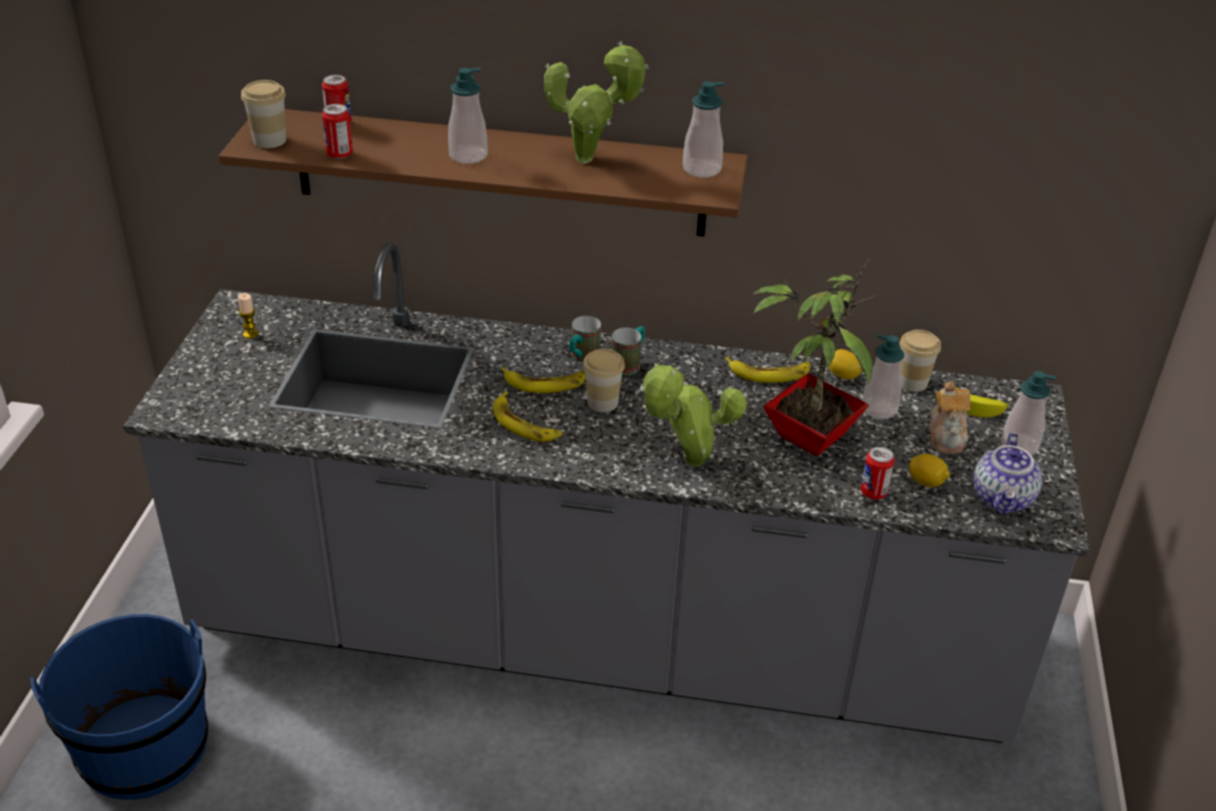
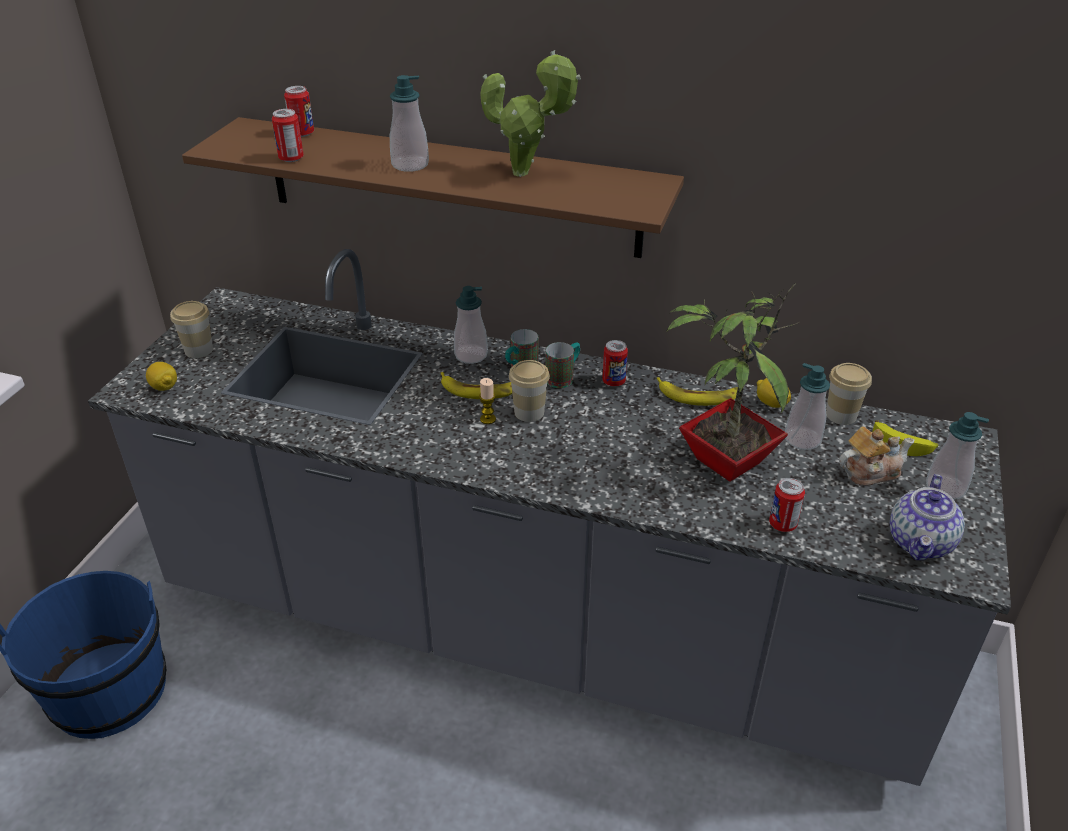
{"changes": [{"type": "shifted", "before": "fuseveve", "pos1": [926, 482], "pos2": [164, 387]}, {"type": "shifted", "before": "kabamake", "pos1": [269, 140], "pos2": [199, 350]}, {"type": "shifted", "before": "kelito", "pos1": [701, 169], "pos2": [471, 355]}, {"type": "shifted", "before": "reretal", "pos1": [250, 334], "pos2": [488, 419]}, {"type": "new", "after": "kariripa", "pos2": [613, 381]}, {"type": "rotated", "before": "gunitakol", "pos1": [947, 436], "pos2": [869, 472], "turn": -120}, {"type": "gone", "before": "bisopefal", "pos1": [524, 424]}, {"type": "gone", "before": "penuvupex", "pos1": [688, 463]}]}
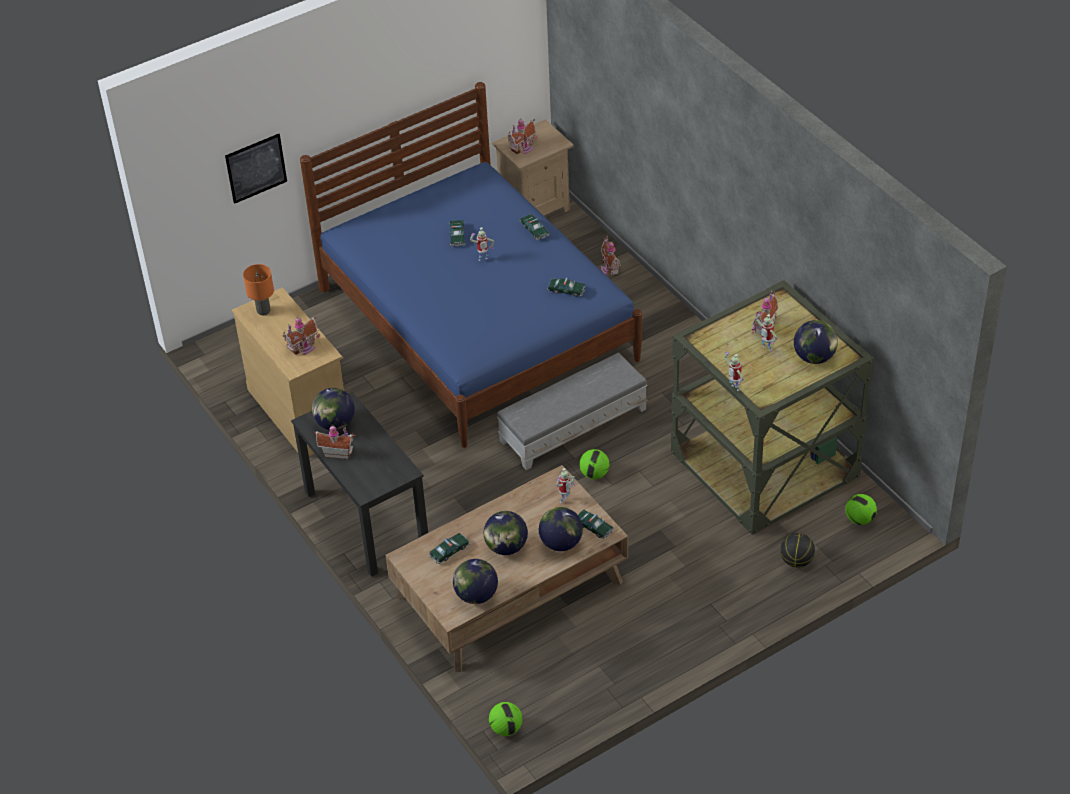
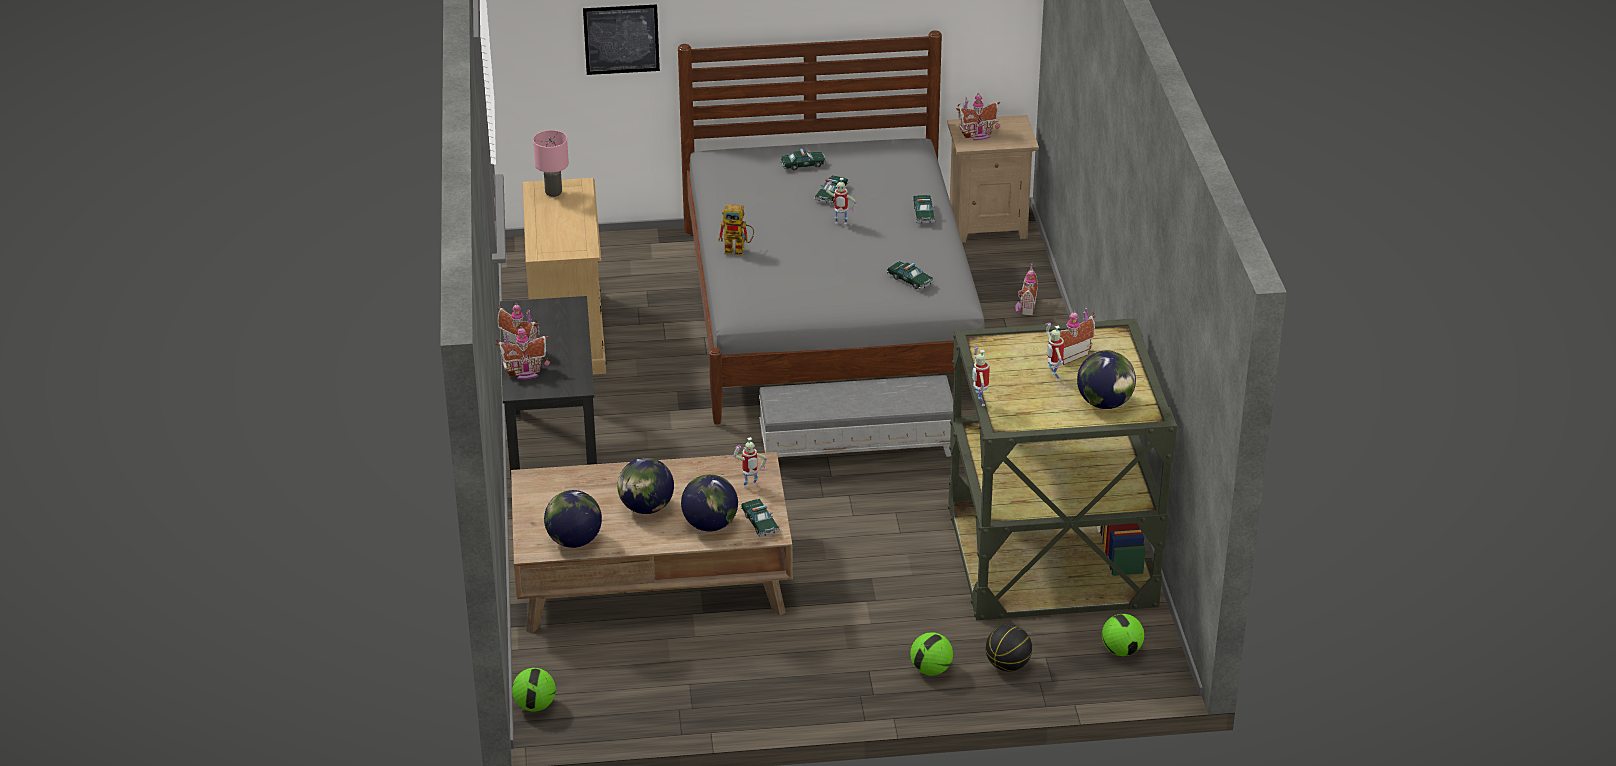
{"changes": [{"type": "shifted", "before": "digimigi", "pos1": [304, 348], "pos2": [525, 372]}, {"type": "repainted", "before": "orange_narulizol", "after": "pink_narulizol", "pos1": [264, 312], "pos2": [553, 193]}, {"type": "repainted", "before": "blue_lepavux", "after": "grey_lepavux", "pos1": [477, 324], "pos2": [829, 314]}, {"type": "new", "after": "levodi", "pos2": [739, 250]}, {"type": "shifted", "before": "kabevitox", "pos1": [449, 551], "pos2": [803, 165]}, {"type": "shifted", "before": "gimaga", "pos1": [594, 474], "pos2": [931, 670]}, {"type": "gone", "before": "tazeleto", "pos1": [335, 423]}]}
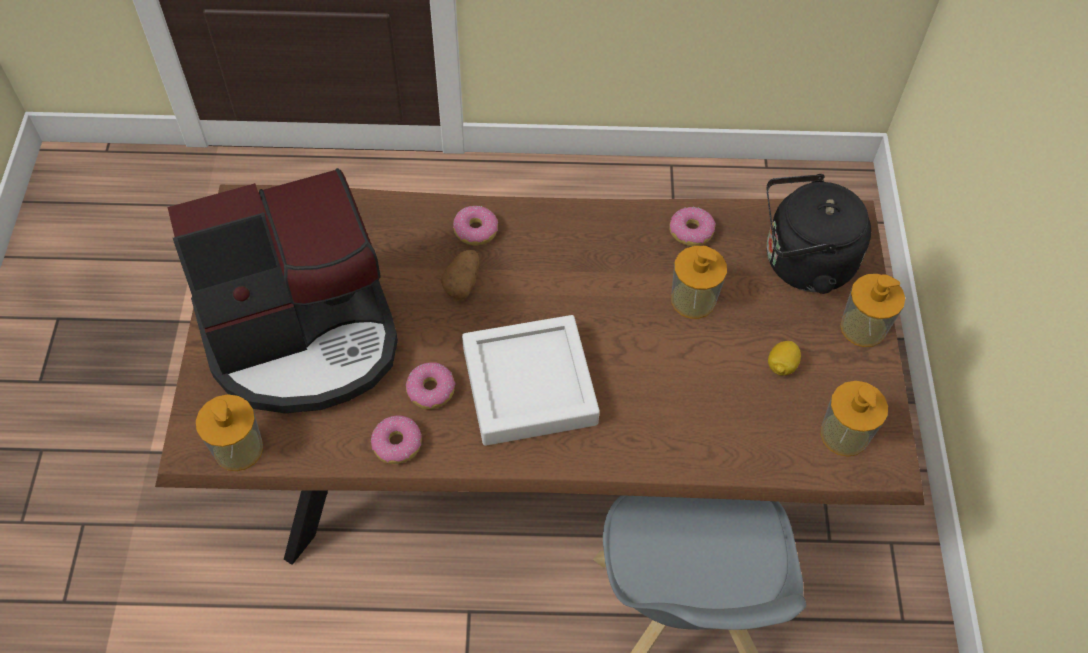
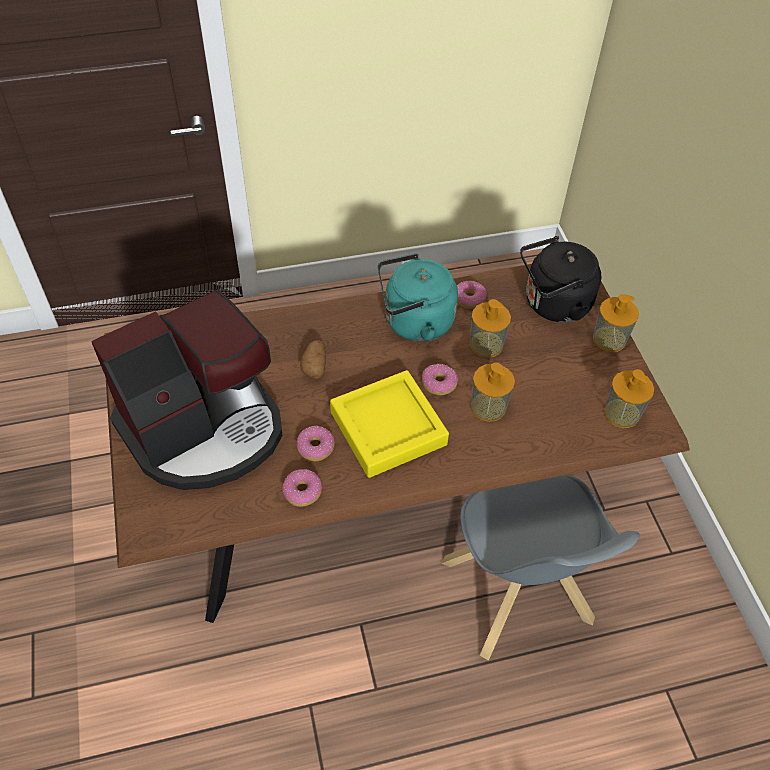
{"changes": [{"type": "repainted", "before": "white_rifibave", "after": "yellow_rifibave", "pos1": [529, 386], "pos2": [388, 428]}, {"type": "new", "after": "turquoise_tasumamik", "pos2": [414, 322]}, {"type": "shifted", "before": "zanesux", "pos1": [476, 230], "pos2": [439, 383]}, {"type": "shifted", "before": "kelito", "pos1": [238, 448], "pos2": [488, 407]}, {"type": "gone", "before": "fuseveve", "pos1": [781, 366]}]}
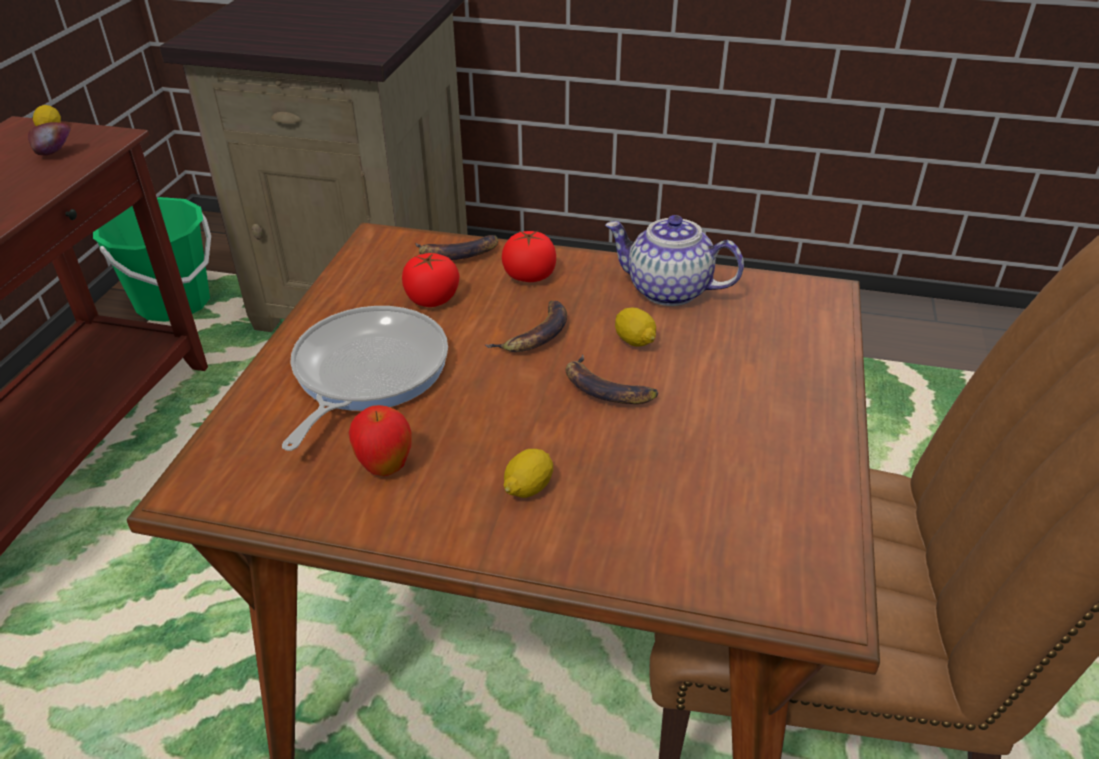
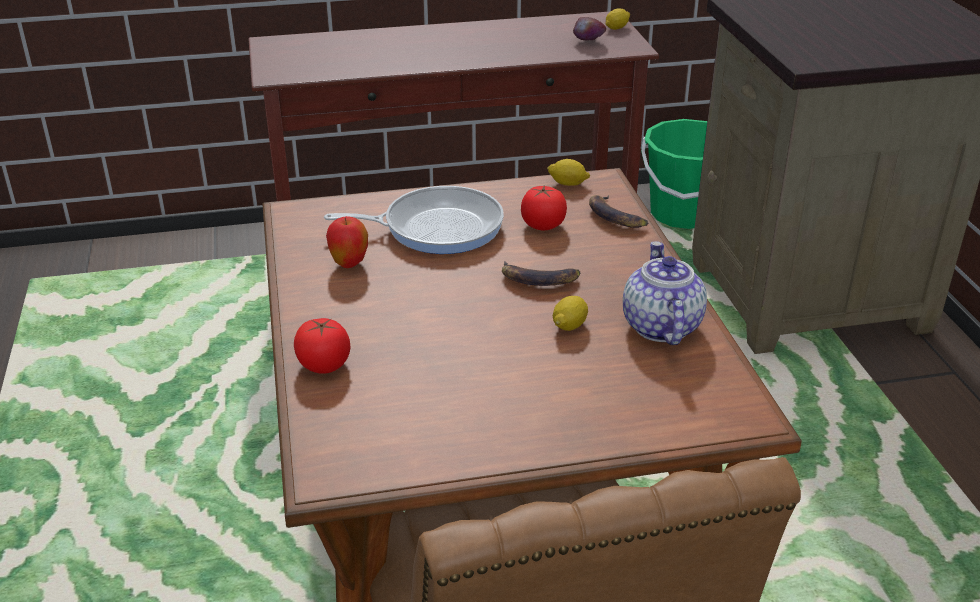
{"changes": [{"type": "shifted", "before": "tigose", "pos1": [529, 276], "pos2": [324, 364]}, {"type": "shifted", "before": "fuseveve", "pos1": [529, 487], "pos2": [568, 183]}, {"type": "gone", "before": "bisopefal", "pos1": [607, 388]}]}
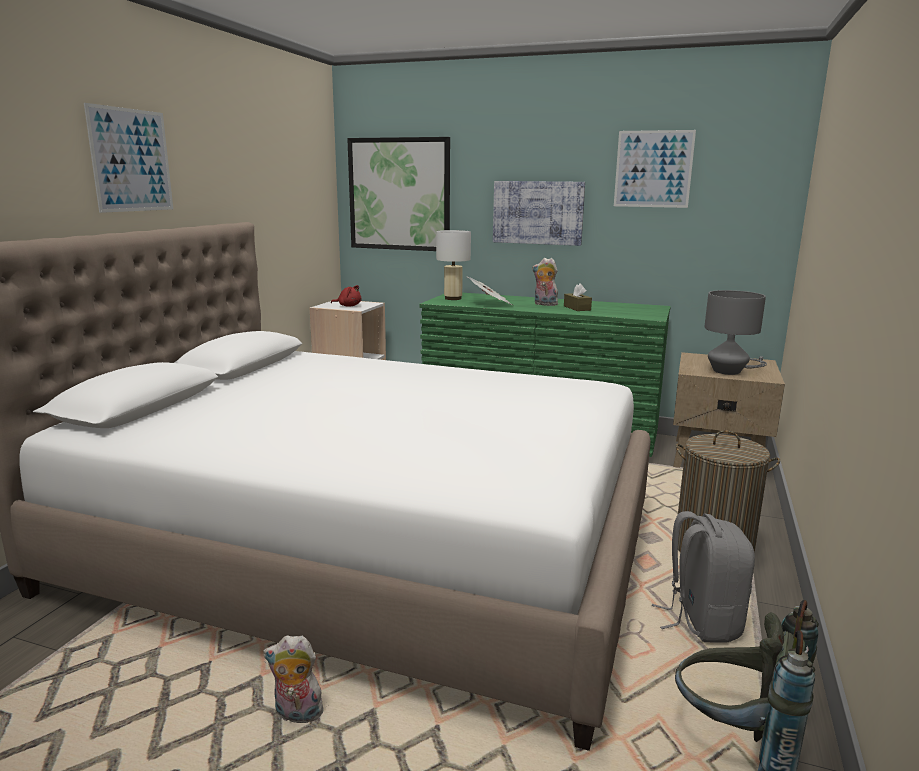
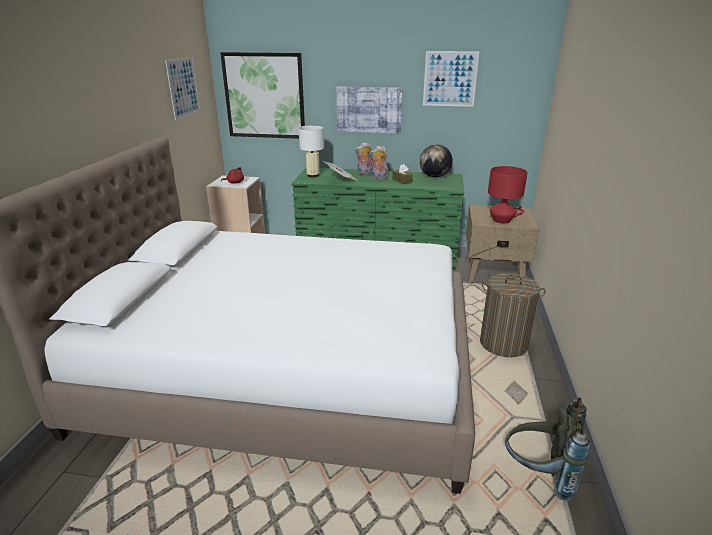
{"changes": [{"type": "shifted", "before": "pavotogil", "pos1": [131, 160], "pos2": [183, 87]}, {"type": "shifted", "before": "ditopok", "pos1": [296, 715], "pos2": [364, 173]}, {"type": "new", "after": "tazeleto", "pos2": [434, 176]}, {"type": "repainted", "before": "grey_narulizol", "after": "red_narulizol", "pos1": [734, 368], "pos2": [505, 216]}, {"type": "gone", "before": "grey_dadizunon", "pos1": [701, 620]}]}
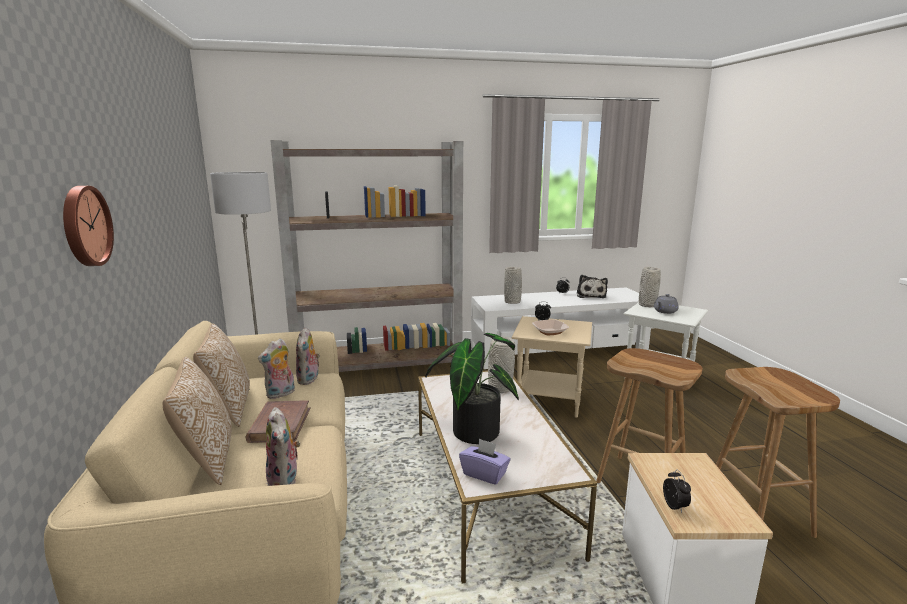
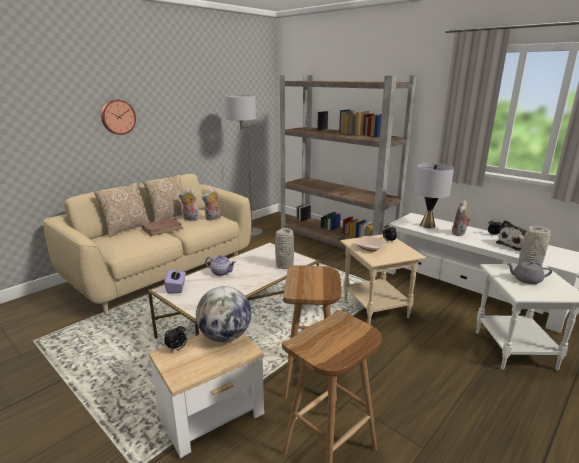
{"changes": [{"type": "new", "after": "tazeleto", "pos2": [225, 336]}, {"type": "swapped", "before": "penuvupex", "after": "gunitakol", "pos1": [473, 429], "pos2": [221, 272]}, {"type": "swapped", "before": "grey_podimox", "after": "grey_narulizol", "pos1": [513, 302], "pos2": [427, 225]}, {"type": "shifted", "before": "ditopok", "pos1": [285, 480], "pos2": [459, 233]}]}
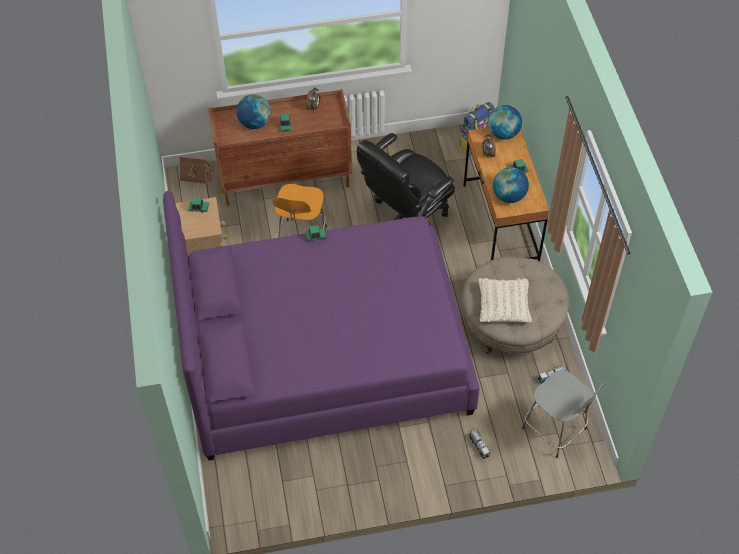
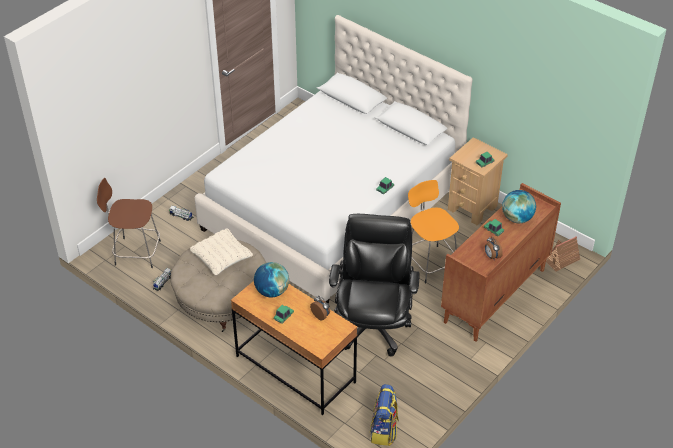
{"changes": [{"type": "repainted", "before": "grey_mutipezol", "after": "brown_mutipezol", "pos1": [556, 430], "pos2": [135, 252]}, {"type": "repainted", "before": "purple_lepavux", "after": "white_lepavux", "pos1": [324, 353], "pos2": [333, 208]}, {"type": "gone", "before": "tazeleto", "pos1": [503, 134]}]}
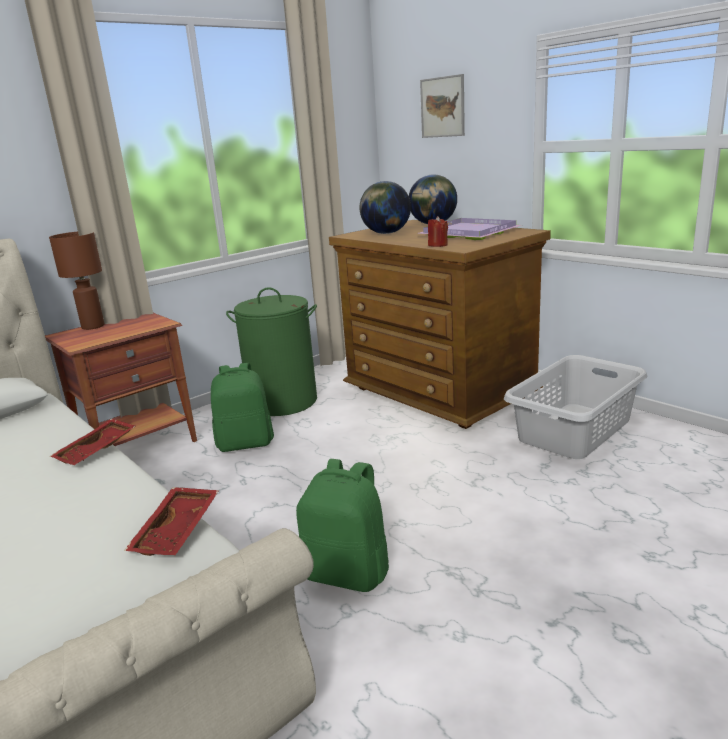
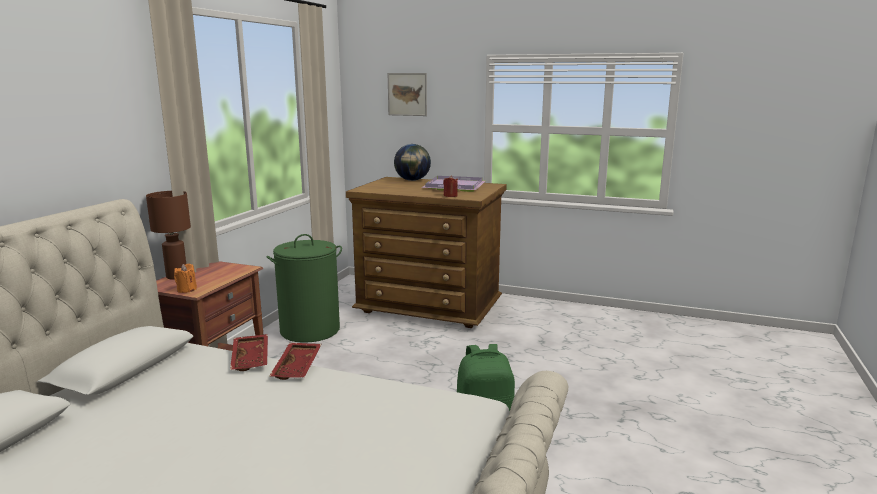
{"changes": [{"type": "new", "after": "orange_reretal", "pos2": [187, 289]}, {"type": "shifted", "before": "red_rifibave", "pos1": [178, 531], "pos2": [252, 359]}, {"type": "gone", "before": "green_dadizunon", "pos1": [245, 443]}, {"type": "gone", "before": "tazeleto", "pos1": [386, 233]}, {"type": "gone", "before": "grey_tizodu", "pos1": [575, 430]}]}
